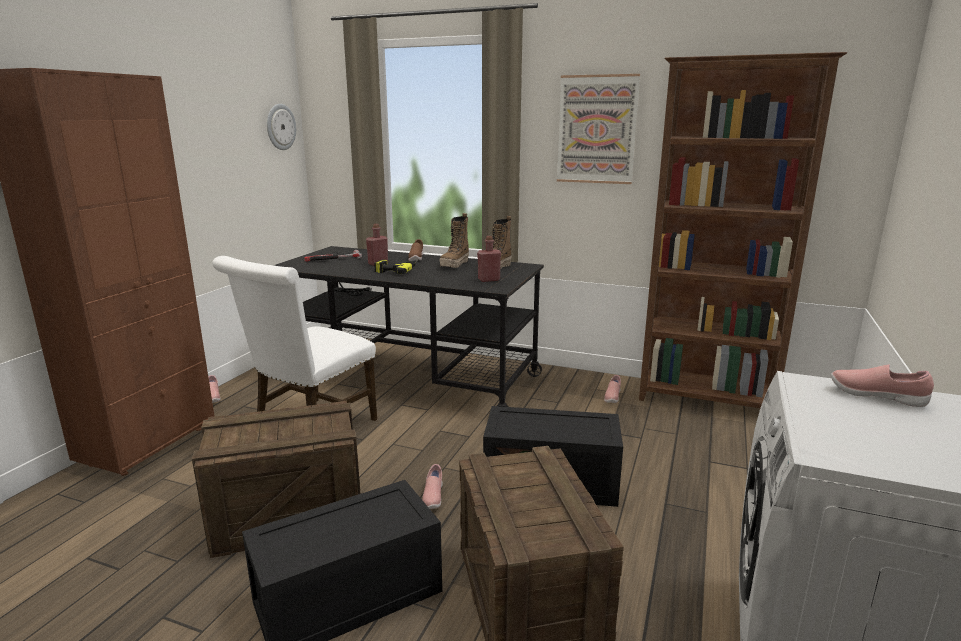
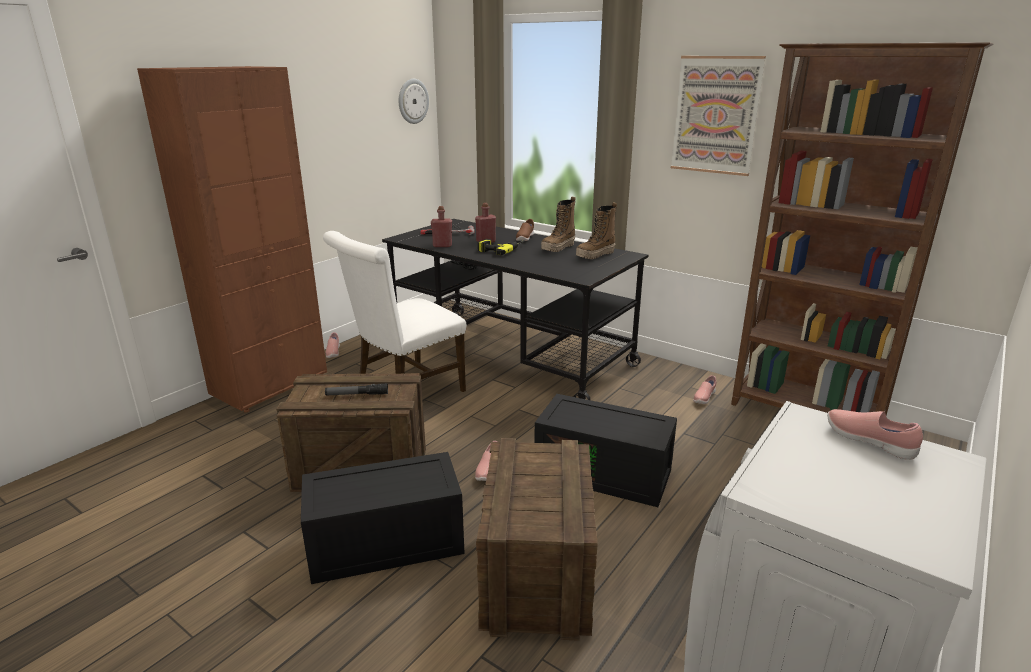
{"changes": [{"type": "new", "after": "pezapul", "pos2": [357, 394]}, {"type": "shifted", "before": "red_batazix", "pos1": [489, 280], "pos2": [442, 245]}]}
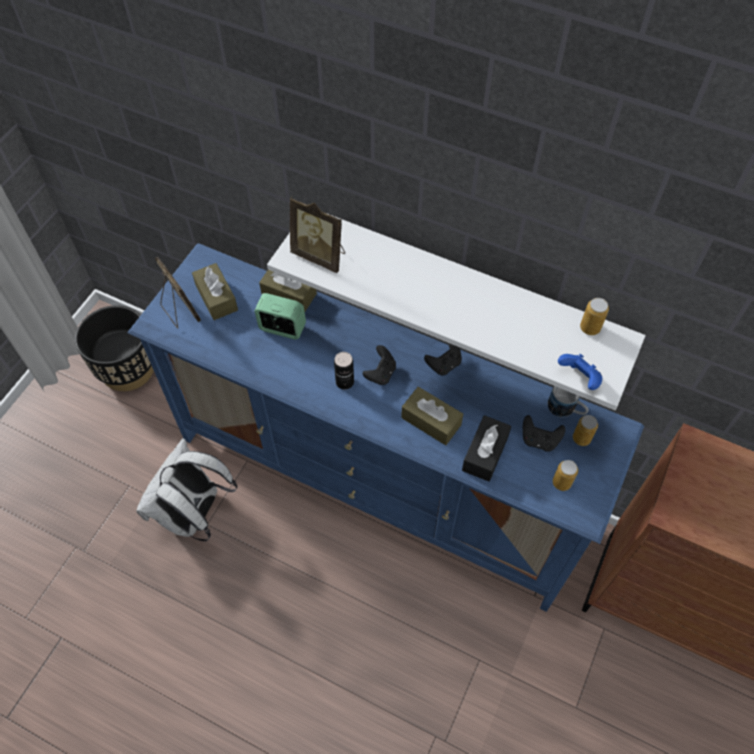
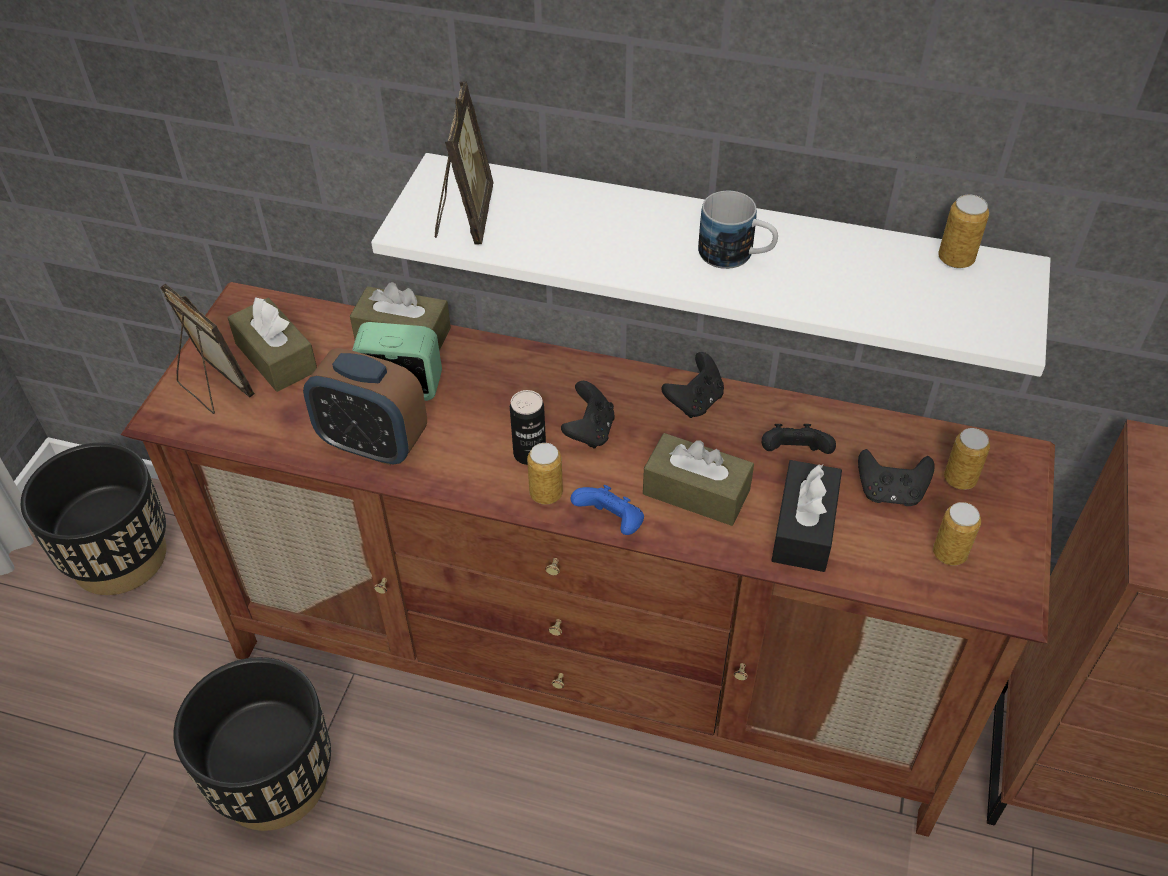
{"changes": [{"type": "repainted", "before": "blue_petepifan", "after": "brown_petepifan", "pos1": [377, 480], "pos2": [587, 667]}, {"type": "swapped", "before": "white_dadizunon", "after": "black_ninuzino", "pos1": [195, 514], "pos2": [274, 780]}, {"type": "new", "after": "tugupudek", "pos2": [373, 443]}, {"type": "rotated", "before": "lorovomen", "pos1": [320, 255], "pos2": [464, 217], "turn": -105}, {"type": "new", "after": "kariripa", "pos2": [546, 493]}, {"type": "shifted", "before": "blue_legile", "pos1": [579, 378], "pos2": [611, 523]}, {"type": "shifted", "before": "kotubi", "pos1": [566, 409], "pos2": [736, 256]}, {"type": "new", "after": "black_legile", "pos2": [794, 455]}]}
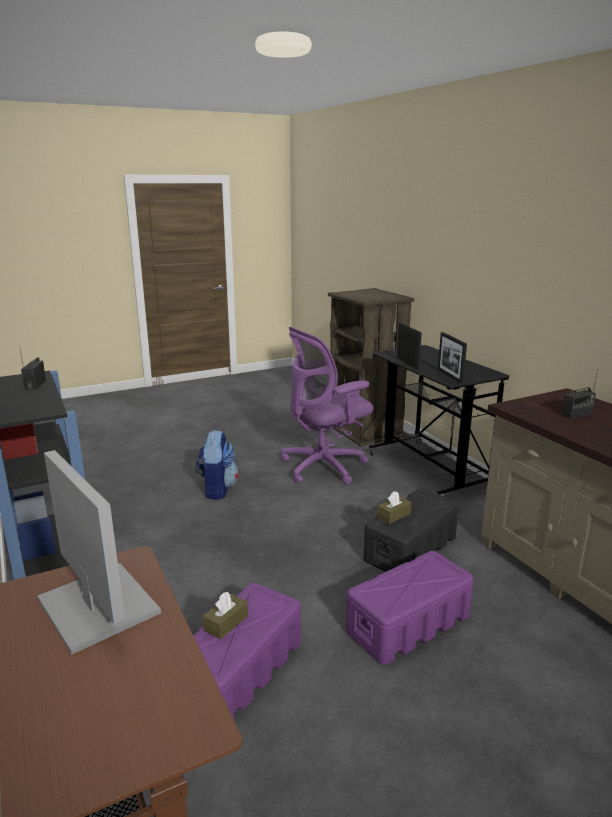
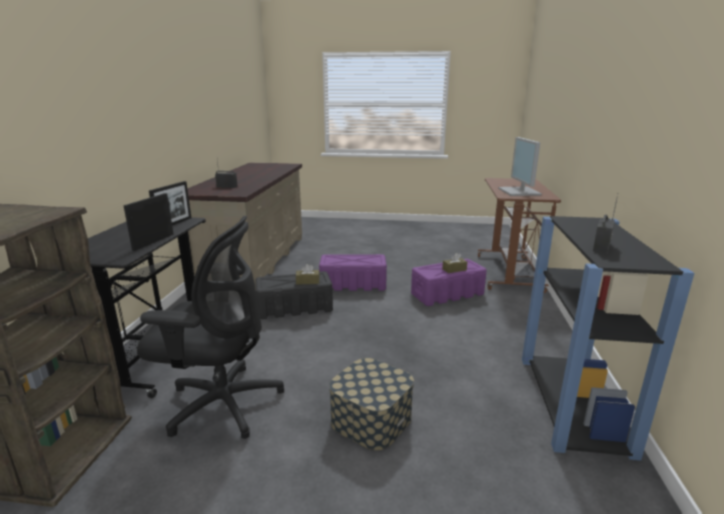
{"changes": [{"type": "repainted", "before": "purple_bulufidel", "after": "black_bulufidel", "pos1": [327, 464], "pos2": [216, 405]}, {"type": "swapped", "before": "dadizunon", "after": "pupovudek", "pos1": [217, 489], "pos2": [371, 420]}]}
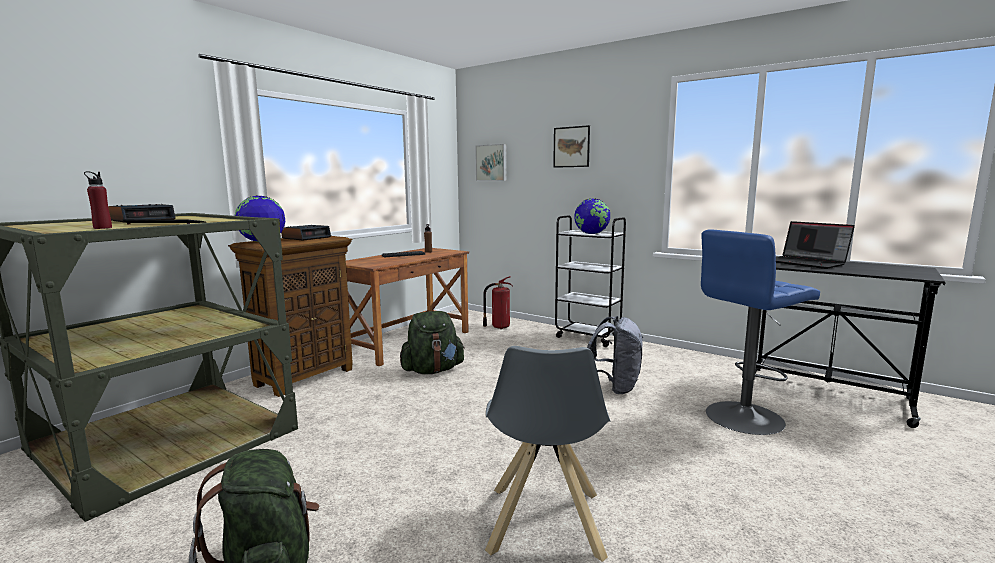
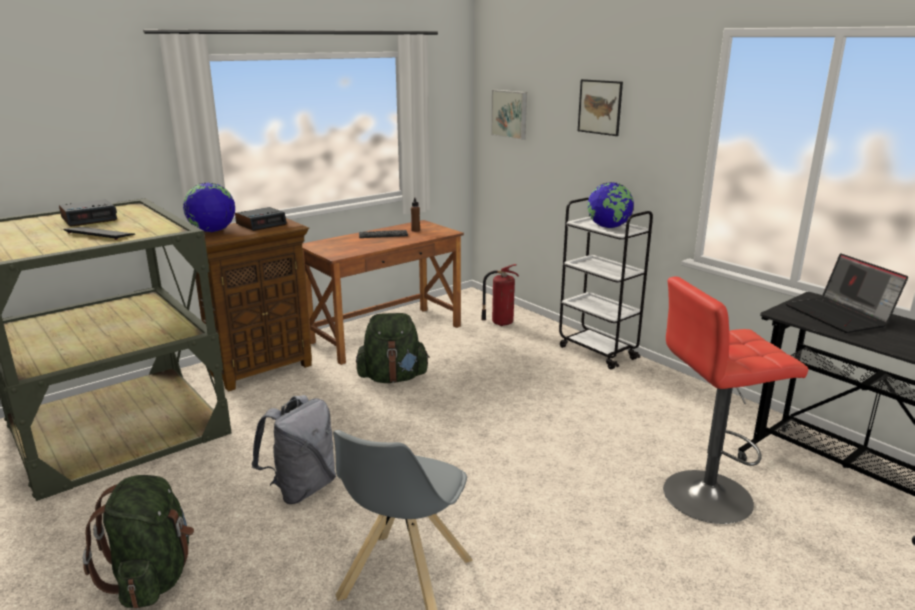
{"changes": [{"type": "shifted", "before": "grey_dadizunon", "pos1": [615, 387], "pos2": [301, 488]}, {"type": "repainted", "before": "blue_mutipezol", "after": "red_mutipezol", "pos1": [743, 417], "pos2": [706, 496]}, {"type": "gone", "before": "red_batazix", "pos1": [102, 228]}]}
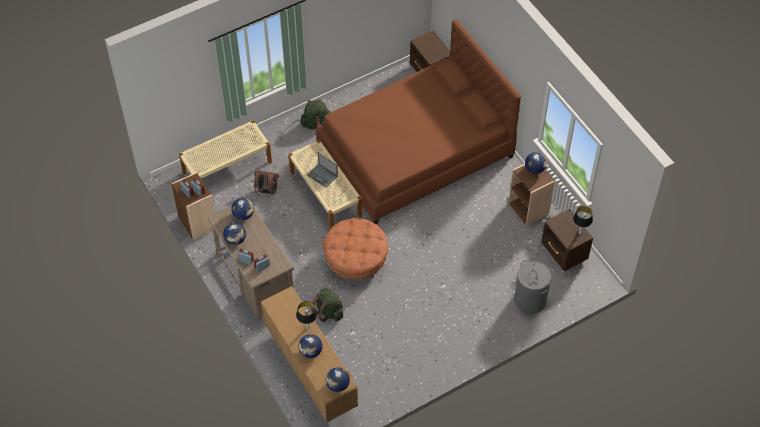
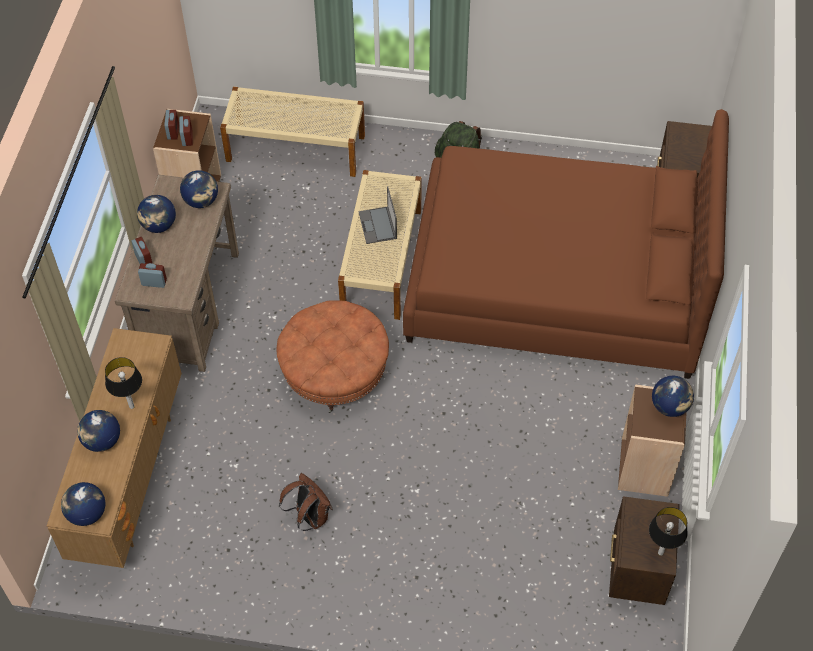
{"changes": [{"type": "shifted", "before": "brown_dadizunon", "pos1": [266, 191], "pos2": [309, 516]}, {"type": "gone", "before": "green_dadizunon", "pos1": [328, 311]}, {"type": "gone", "before": "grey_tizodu", "pos1": [529, 300]}]}
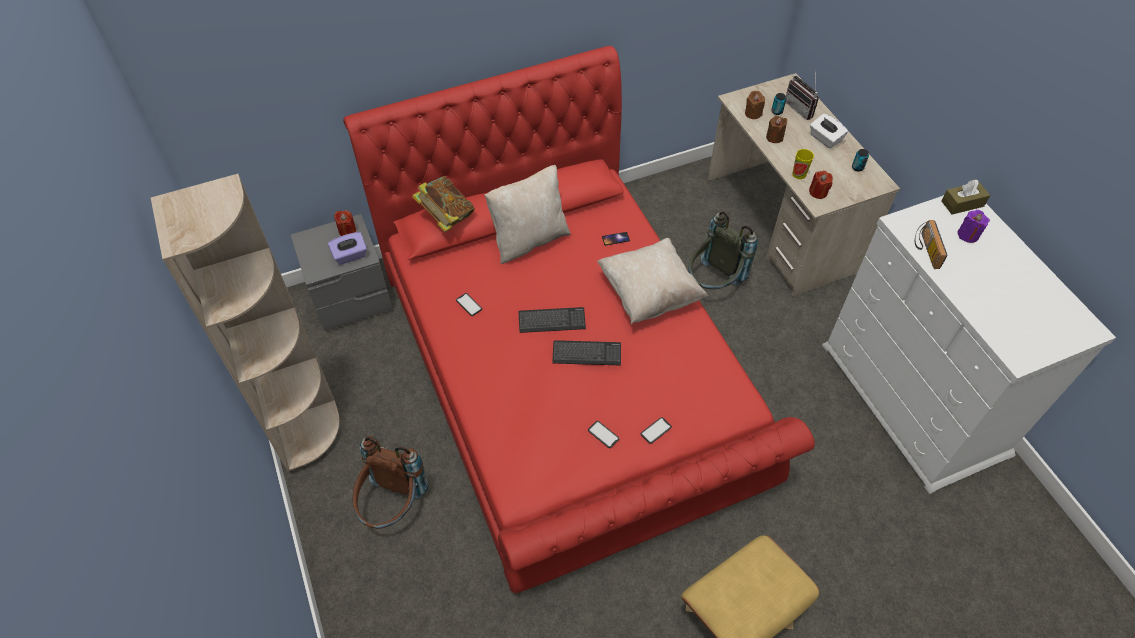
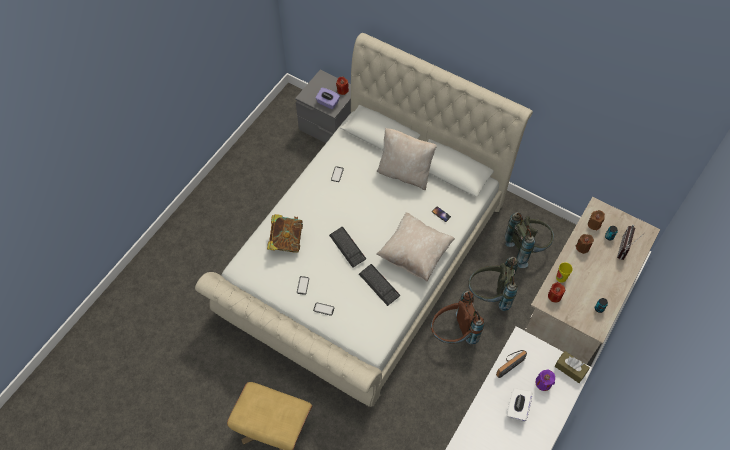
{"changes": [{"type": "repainted", "before": "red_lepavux", "after": "beige_lepavux", "pos1": [567, 369], "pos2": [364, 254]}, {"type": "shifted", "before": "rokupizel", "pos1": [446, 217], "pos2": [286, 241]}, {"type": "shifted", "before": "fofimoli", "pos1": [552, 321], "pos2": [379, 285]}, {"type": "shifted", "before": "brown_dadizunon", "pos1": [392, 506], "pos2": [453, 334]}, {"type": "new", "after": "grey_dadizunon", "pos2": [526, 248]}, {"type": "shifted", "before": "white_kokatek", "pos1": [825, 139], "pos2": [517, 408]}, {"type": "gone", "before": "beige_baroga", "pos1": [311, 437]}]}
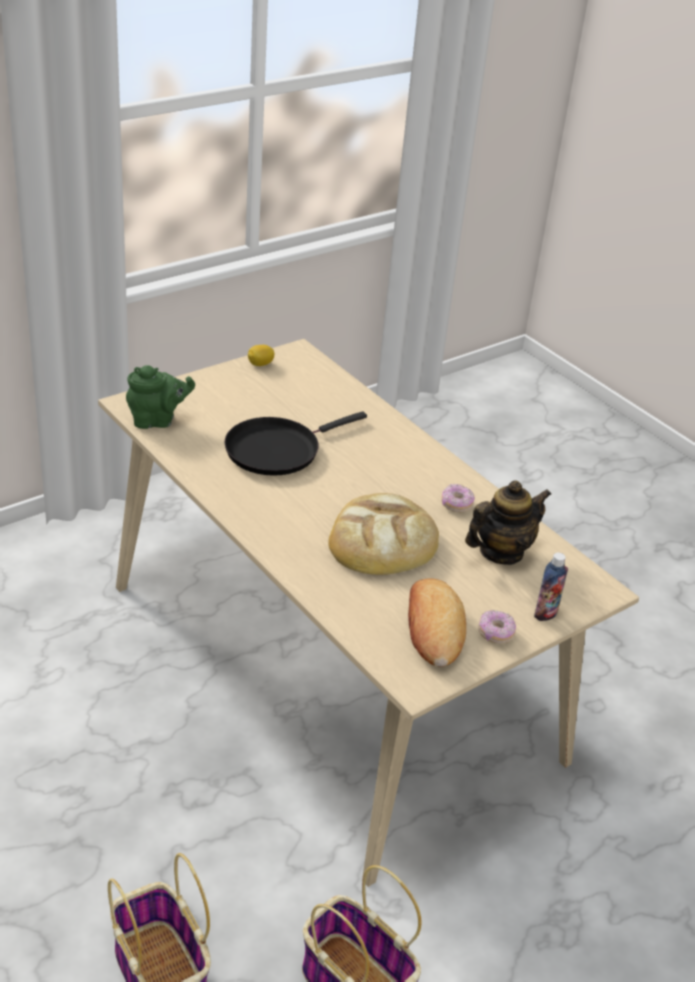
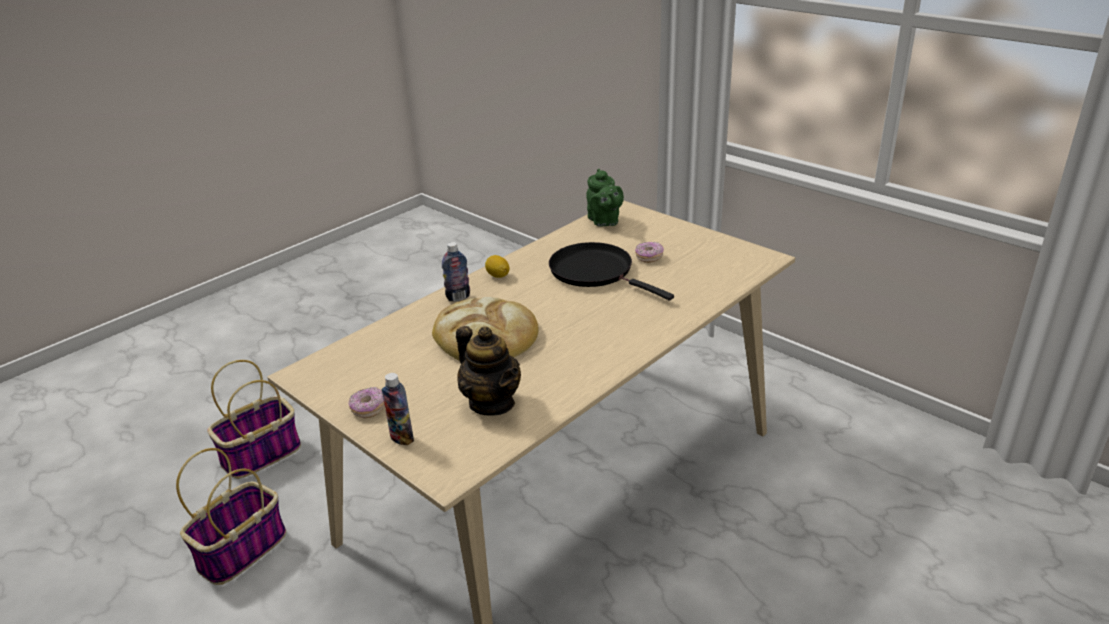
{"changes": [{"type": "new", "after": "batazix", "pos2": [458, 297]}, {"type": "shifted", "before": "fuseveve", "pos1": [260, 364], "pos2": [498, 275]}, {"type": "shifted", "before": "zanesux", "pos1": [456, 504], "pos2": [649, 257]}, {"type": "gone", "before": "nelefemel", "pos1": [433, 628]}]}
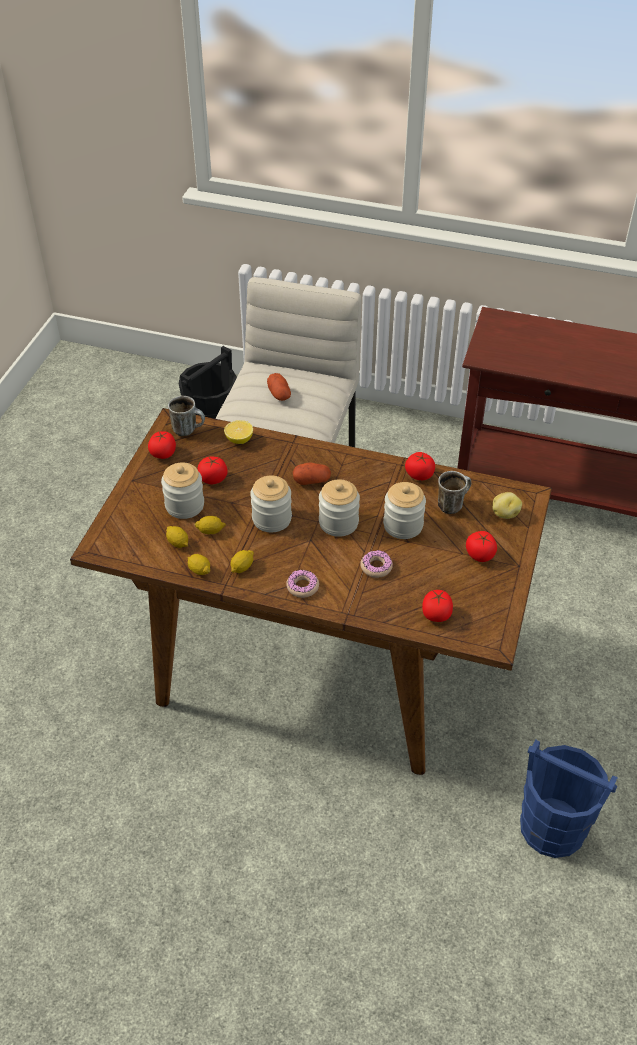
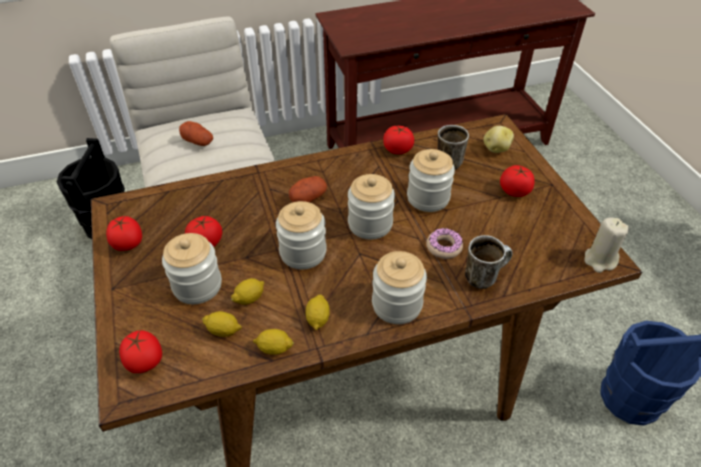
{"changes": [{"type": "shifted", "before": "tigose", "pos1": [436, 614], "pos2": [145, 361]}, {"type": "swapped", "before": "zanesux", "after": "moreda", "pos1": [302, 587], "pos2": [397, 304]}, {"type": "shifted", "before": "kotubi", "pos1": [189, 430], "pos2": [484, 276]}, {"type": "new", "after": "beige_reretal", "pos2": [600, 260]}, {"type": "gone", "before": "fuseveve", "pos1": [239, 440]}]}
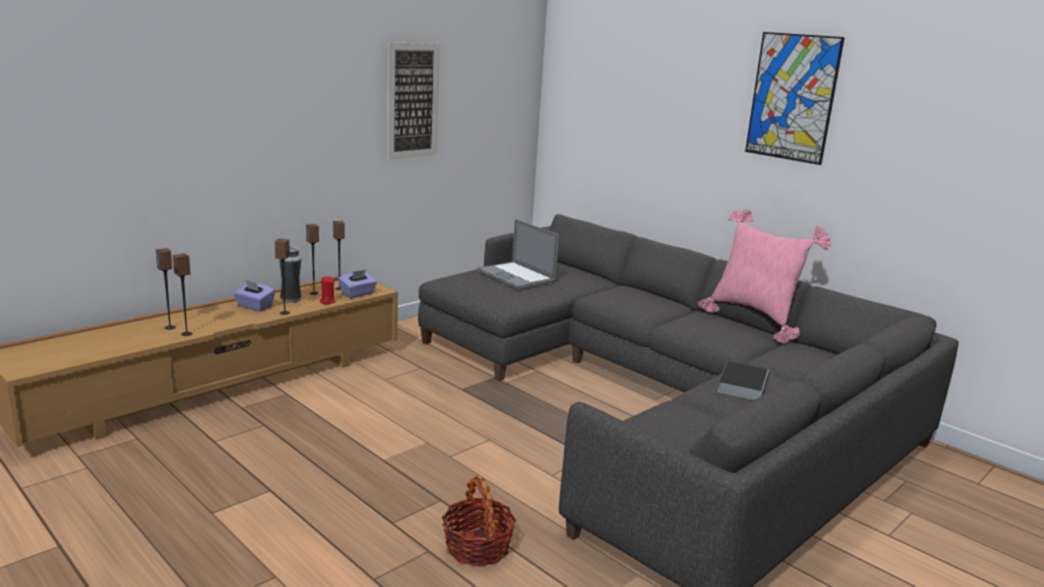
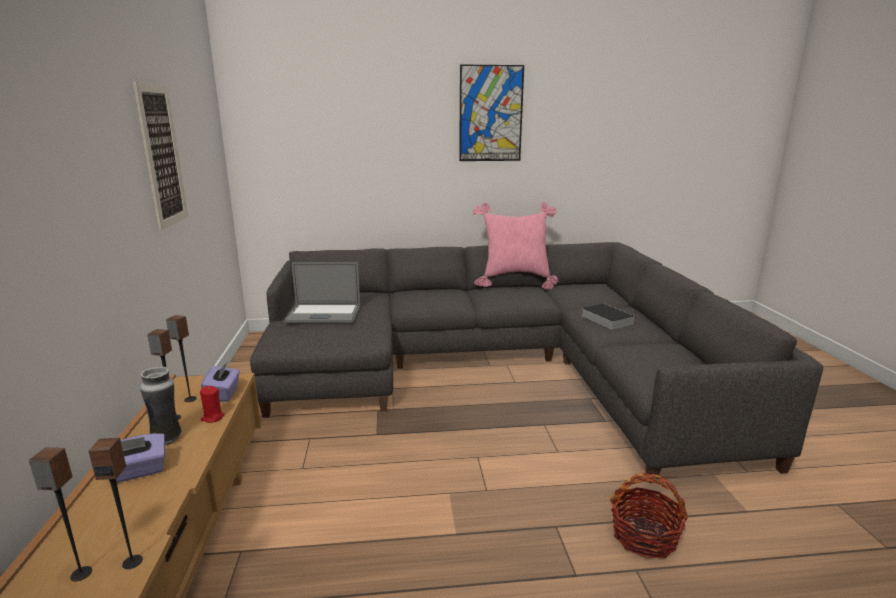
{"changes": [{"type": "gone", "before": "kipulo", "pos1": [284, 313]}]}
